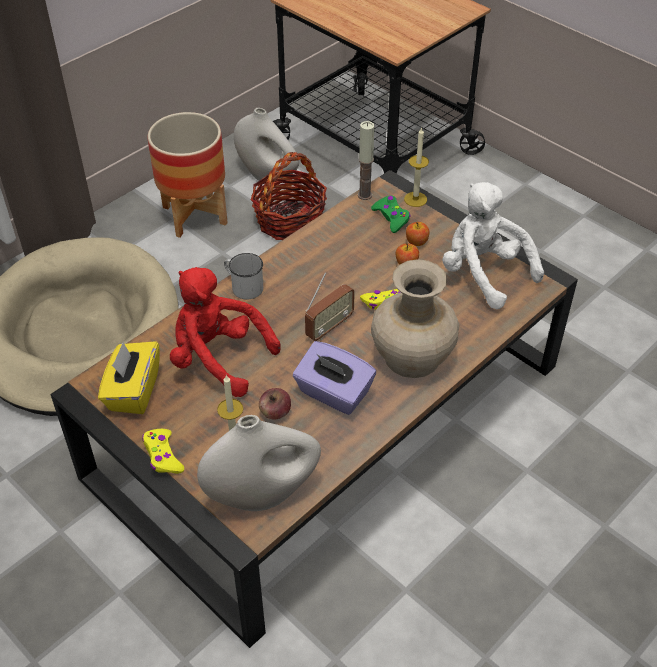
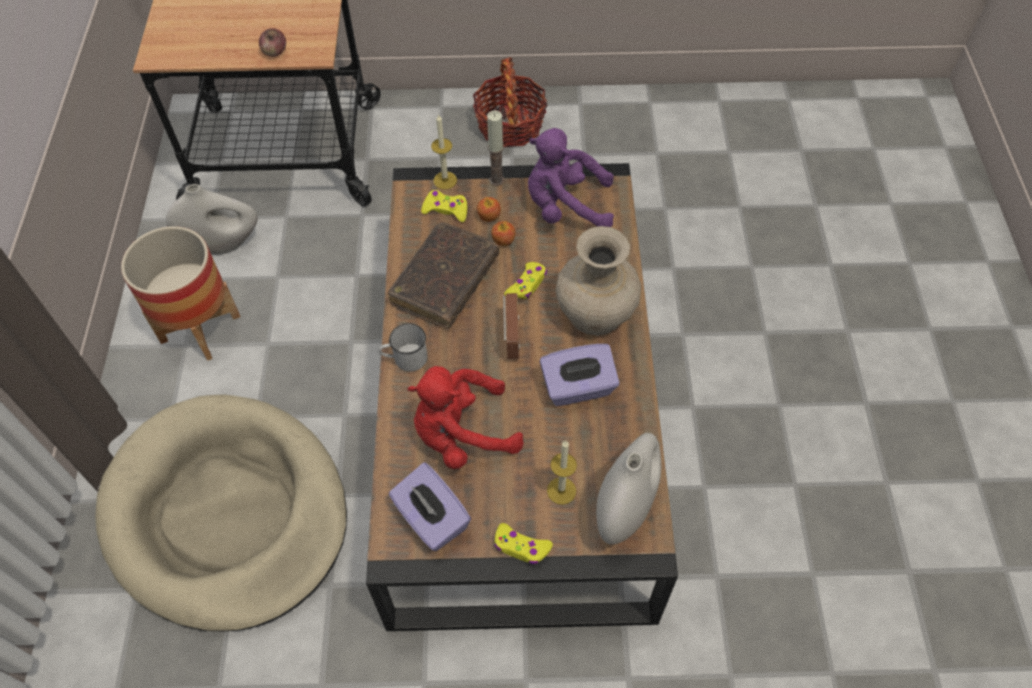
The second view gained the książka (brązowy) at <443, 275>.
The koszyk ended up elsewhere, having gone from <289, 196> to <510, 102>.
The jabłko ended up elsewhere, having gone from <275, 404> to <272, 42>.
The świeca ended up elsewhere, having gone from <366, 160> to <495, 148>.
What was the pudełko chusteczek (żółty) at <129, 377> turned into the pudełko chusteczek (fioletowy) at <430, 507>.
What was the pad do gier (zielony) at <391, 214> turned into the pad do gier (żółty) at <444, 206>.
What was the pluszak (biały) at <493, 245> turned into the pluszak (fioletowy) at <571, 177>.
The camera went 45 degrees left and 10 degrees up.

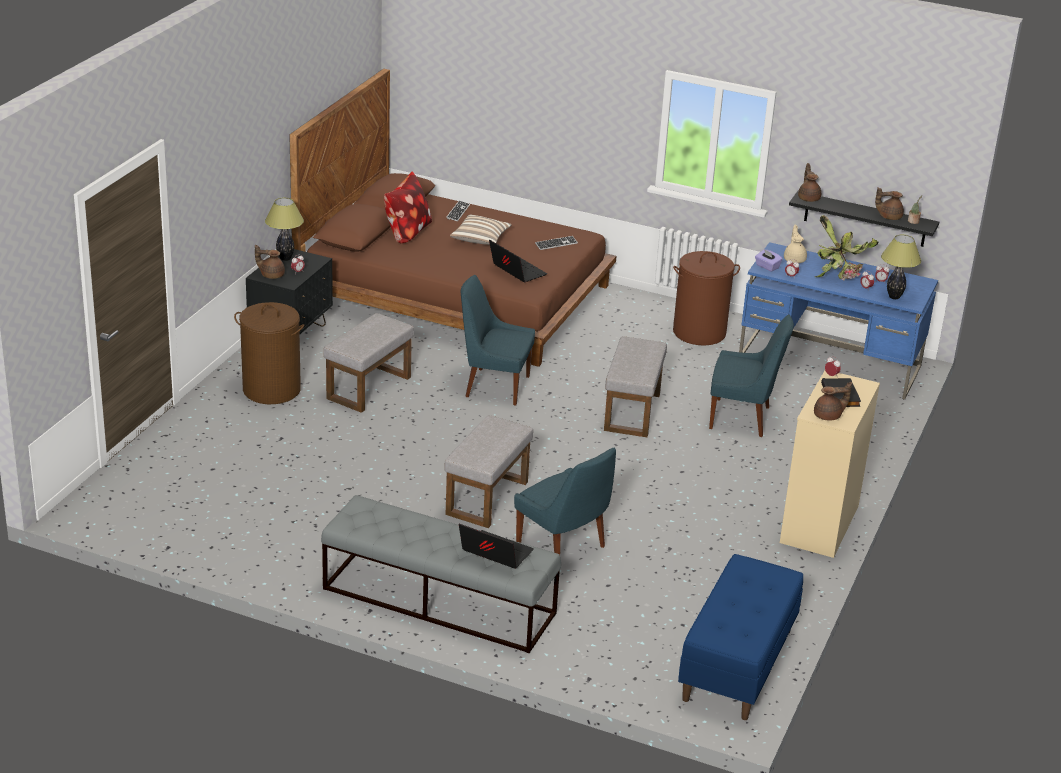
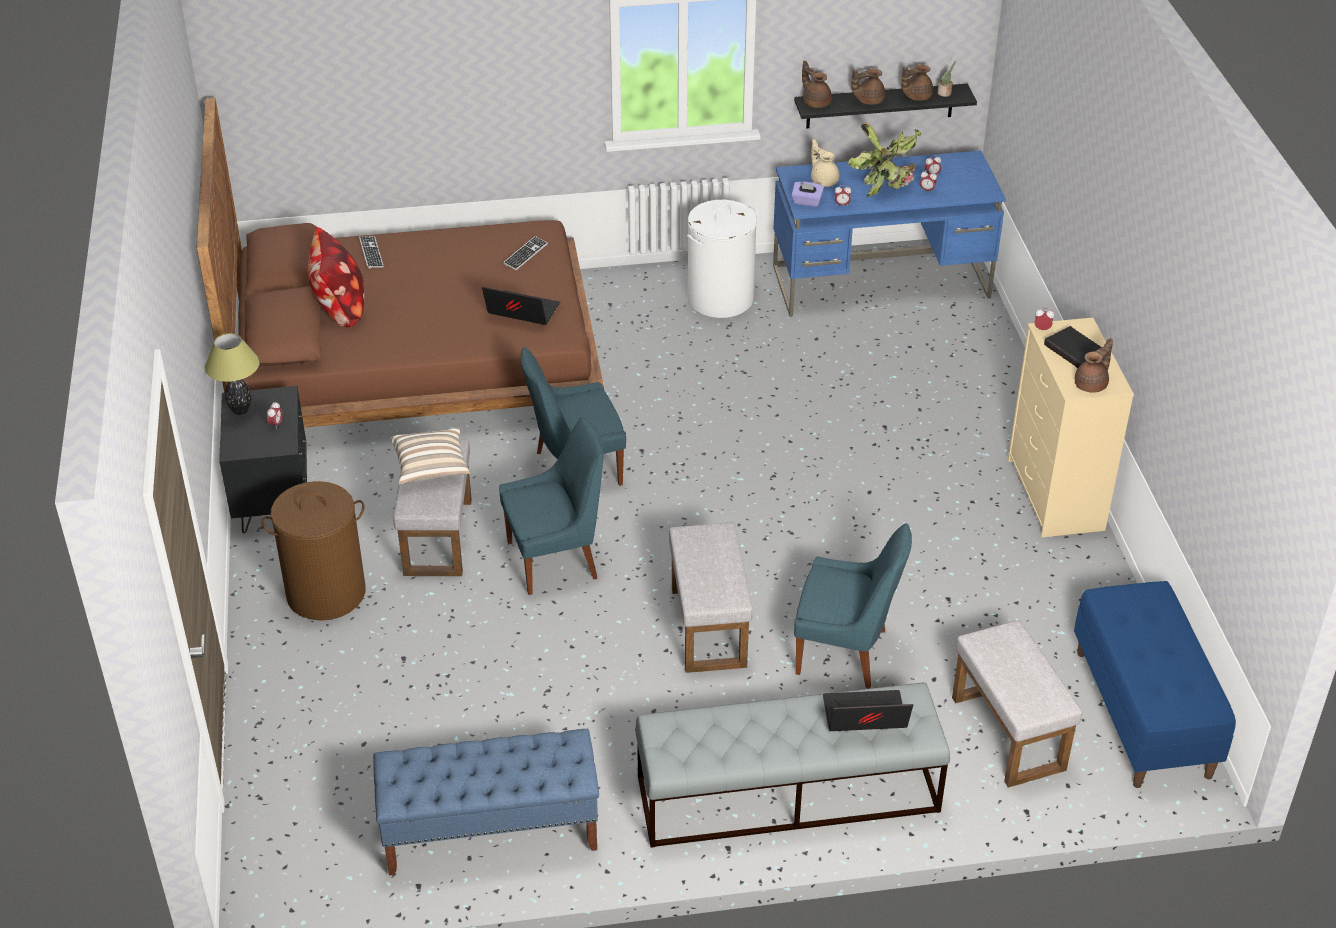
The second view lost the lampa stołowa at <901, 267>.
The second view gained the ławka (niebieski) at <486, 802>.
The imbryk (brązowy) ended up elsewhere, having gone from <270, 262> to <868, 86>.
The poduszka ended up elsewhere, having gone from <481, 230> to <430, 456>.
The pufa (szary) ended up elsewhere, having gone from <635, 386> to <1017, 704>.
The krzesło (niebieski) ended up elsewhere, having gone from <751, 375> to <551, 506>.
What was the kosz na pranie (brązowy) at <706, 298> turned into the kosz na pranie (biały) at <722, 259>.
The camera went 30 degrees left and 10 degrees up.

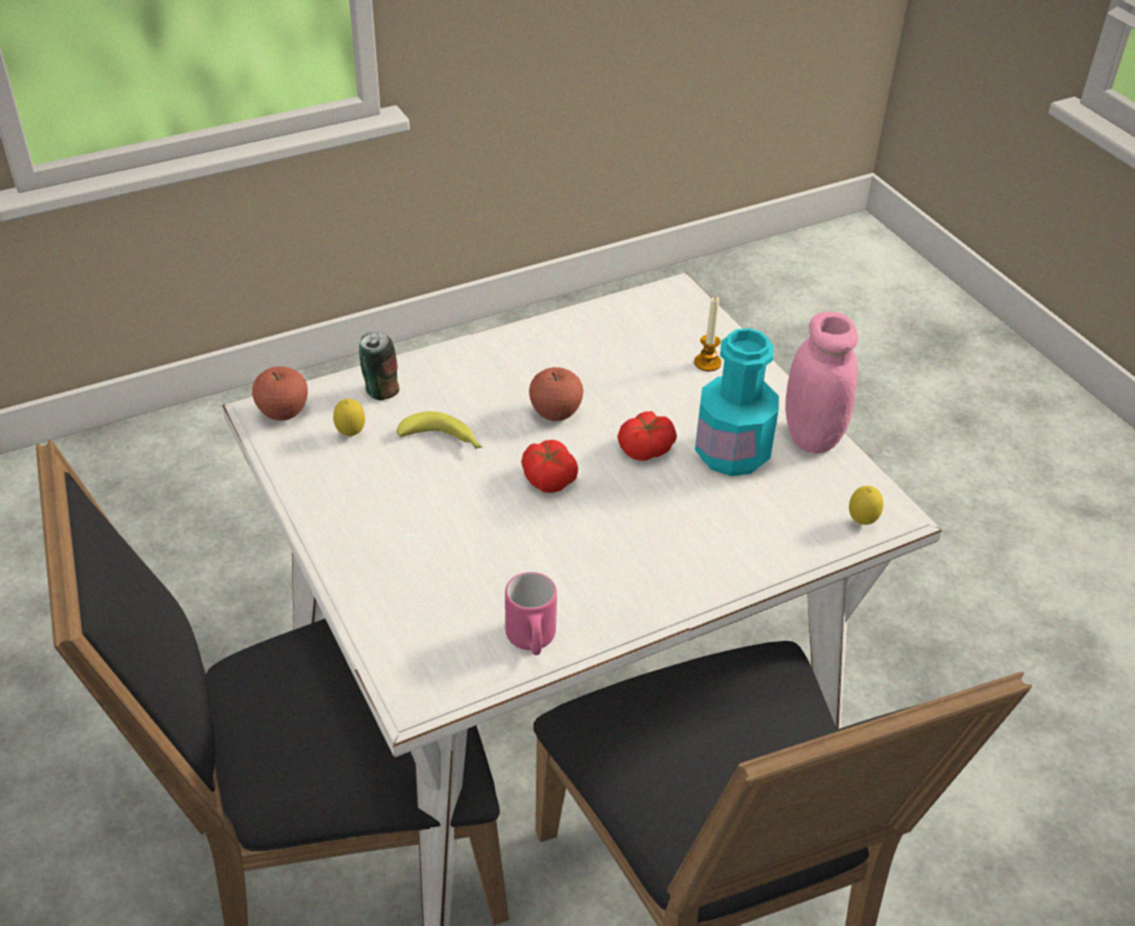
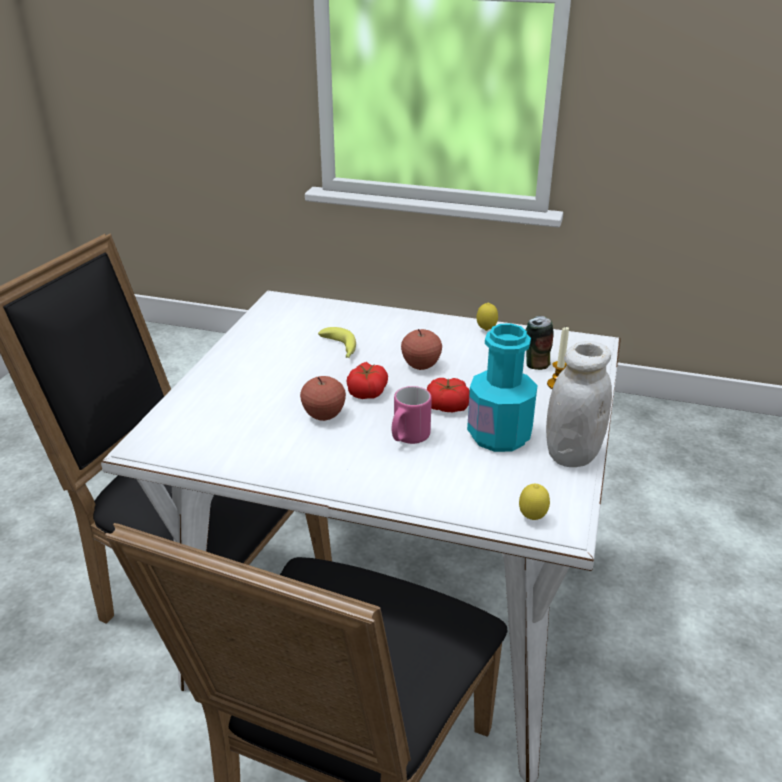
The jabłko ended up elsewhere, having gone from <280, 393> to <323, 398>.
The cytryna ended up elsewhere, having gone from <349, 417> to <487, 317>.
The puszka ended up elsewhere, having gone from <379, 365> to <540, 343>.
The kubek (różowy) ended up elsewhere, having gone from <531, 613> to <411, 415>.
What was the słoik (różowy) at <821, 382> turned into the słoik (biały) at <579, 404>.
The camera went 45 degrees right and 10 degrees down.

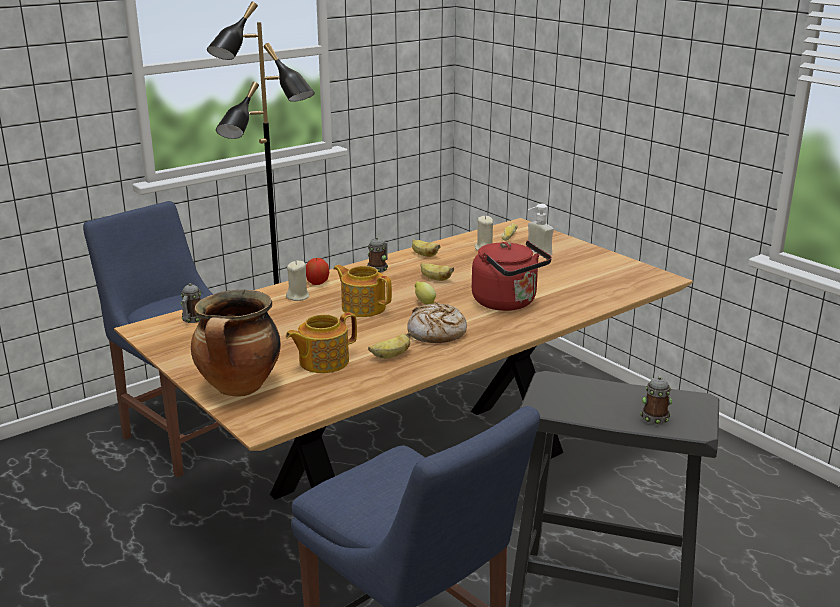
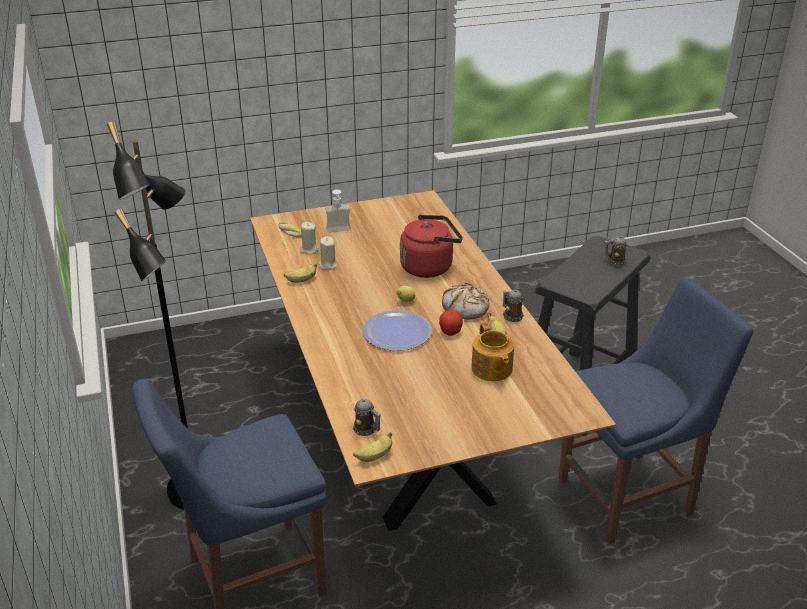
The second view lost the garnek at <236, 343>.
The świeca (beżowy) ended up elsewhere, having gone from <297, 281> to <328, 253>.
The jabłko ended up elsewhere, having gone from <317, 271> to <451, 323>.
The kubek ended up elsewhere, having gone from <377, 255> to <513, 306>.
The banan ended up elsewhere, having gone from <437, 272> to <372, 447>.
Where the imbryk stood at <363, 291>, the talerz came to stand at <397, 330>.
The camera went 70 degrees left and 10 degrees up.

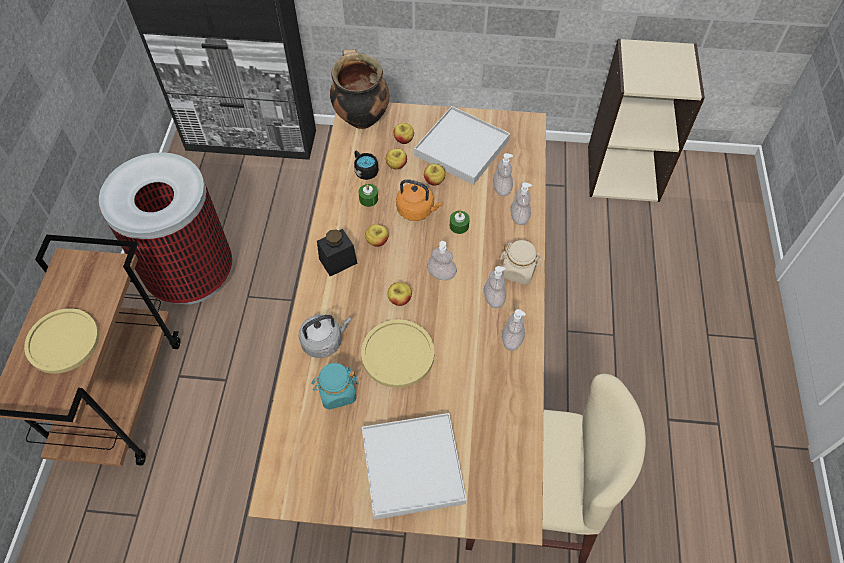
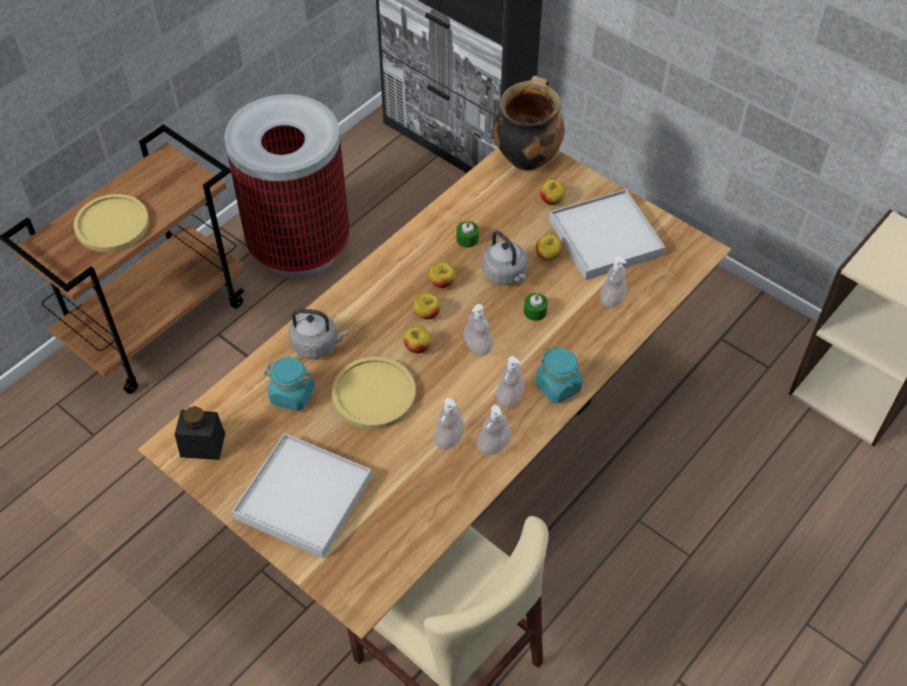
The second view lost the kubek (czarny) at <366, 165>.
The słoik (czarny) ended up elsewhere, having gone from <337, 252> to <200, 433>.
The jabłko ended up elsewhere, having gone from <396, 159> to <427, 306>.
The dozownik mydła ended up elsewhere, having gone from <521, 203> to <449, 424>.
What was the czajnik (pomarańczowy) at <419, 200> turned into the czajnik (szary) at <504, 258>.
What was the słoik (beżowy) at <521, 262> turned into the słoik (turkusowy) at <559, 375>.
The camera went 35 degrees right and 5 degrees down.

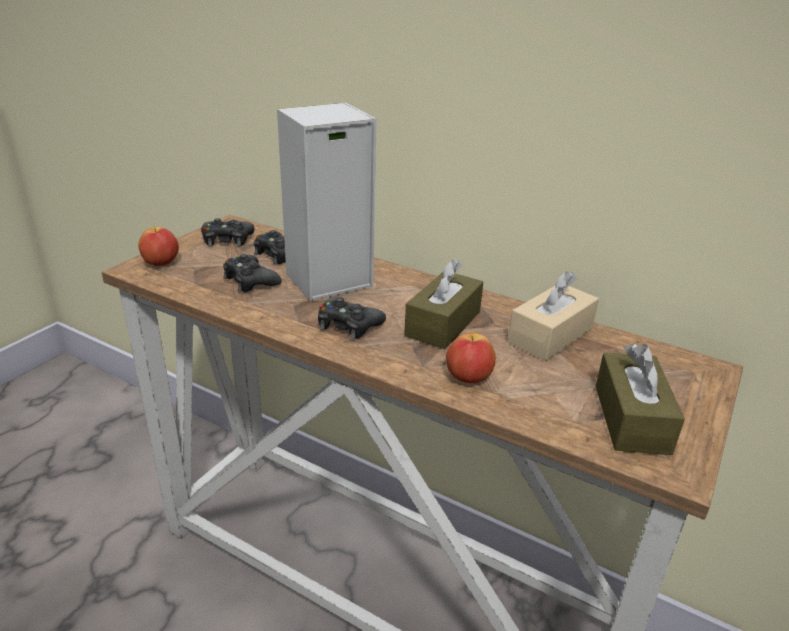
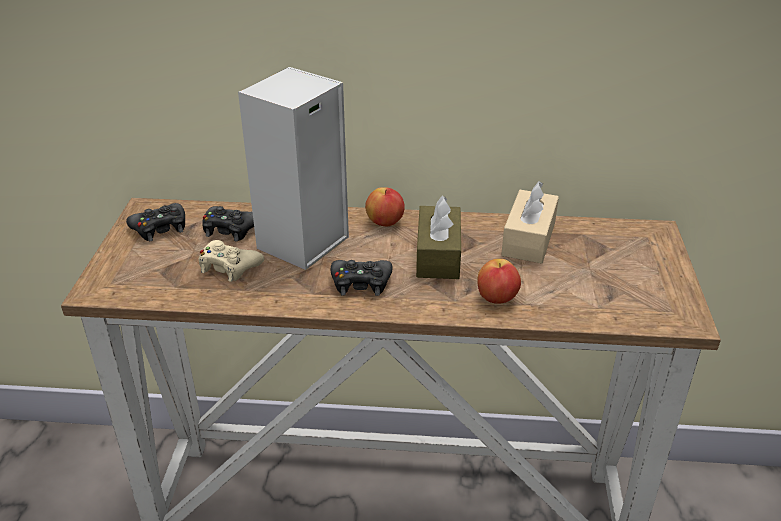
The second view lost the pudełko chusteczek (brązowy) at <640, 399>.
The jabłko ended up elsewhere, having gone from <158, 246> to <385, 206>.
What was the pad do gier (czarny) at <252, 273> turned into the pad do gier (beżowy) at <231, 261>.
The camera went 25 degrees left and 5 degrees up.

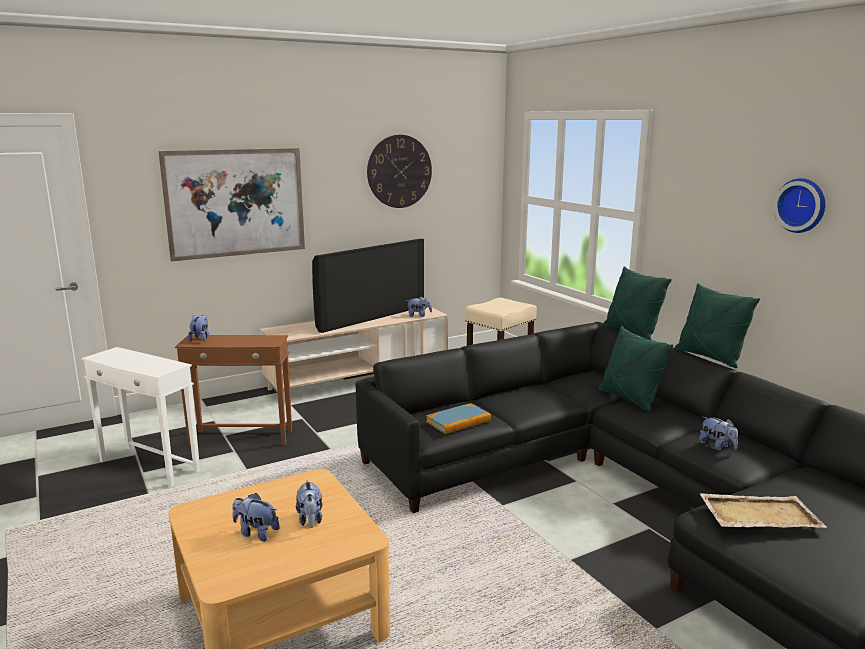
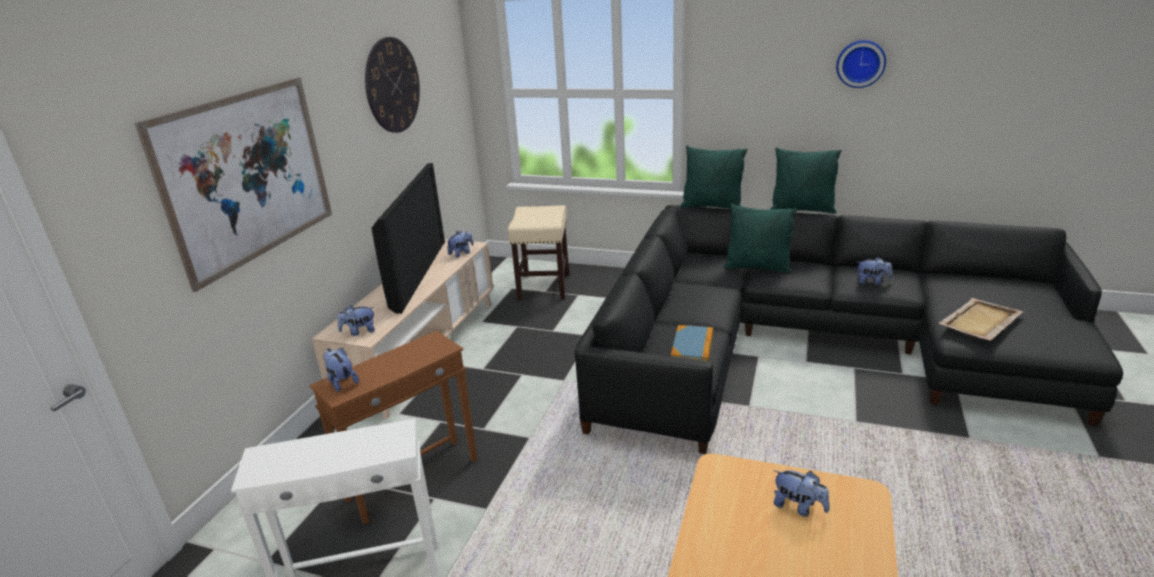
The pluszak ended up elsewhere, having gone from <256, 517> to <356, 320>.
The camera went 40 degrees left and 10 degrees up.

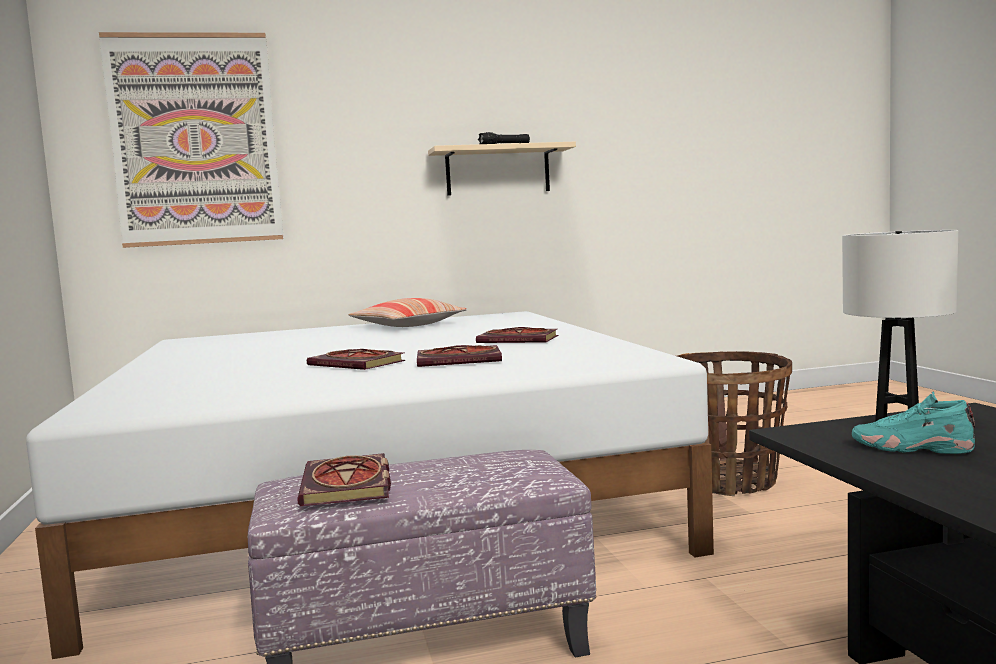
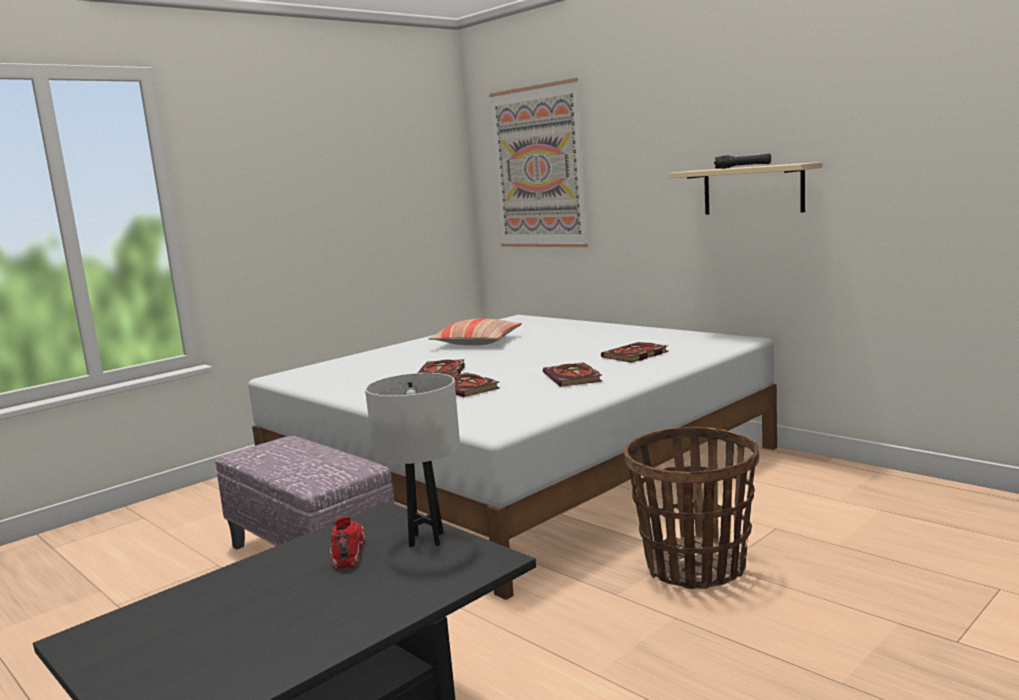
The książka ended up elsewhere, having gone from <344, 479> to <634, 352>.
The poduszka ended up elsewhere, having gone from <407, 312> to <475, 331>.
What was the but (turkusowy) at <913, 423> turned into the but (czerwony) at <347, 542>.
The camera went 60 degrees right and 5 degrees up.

